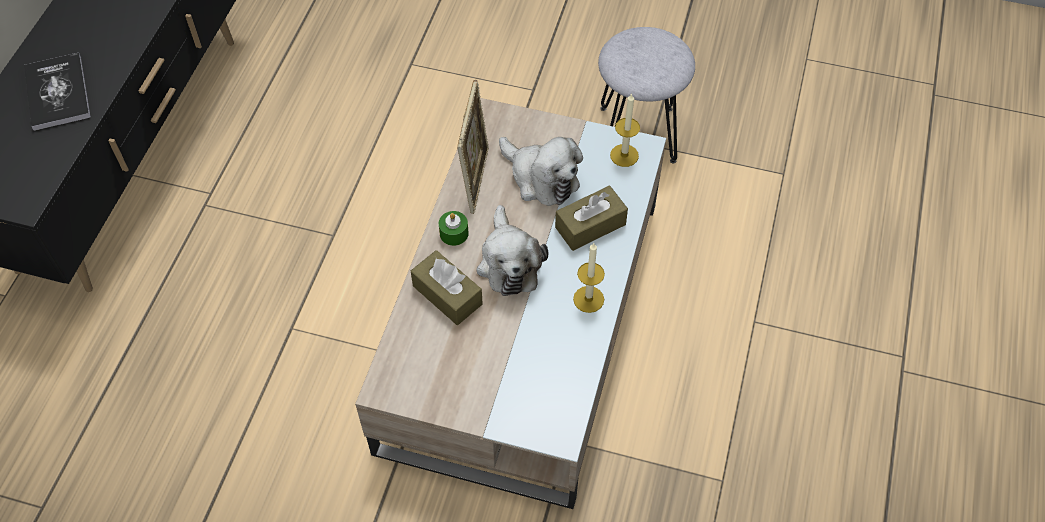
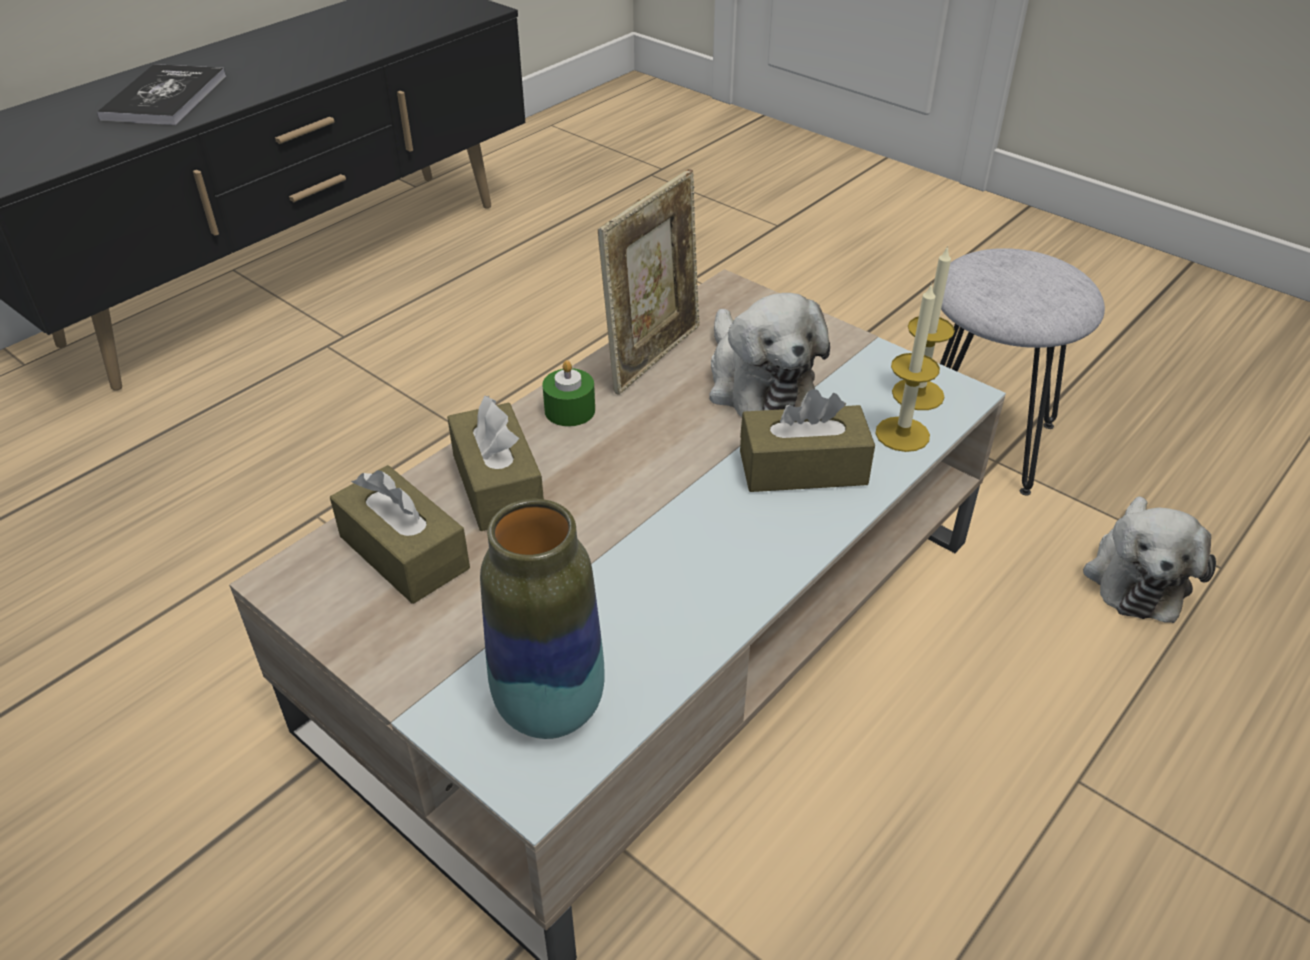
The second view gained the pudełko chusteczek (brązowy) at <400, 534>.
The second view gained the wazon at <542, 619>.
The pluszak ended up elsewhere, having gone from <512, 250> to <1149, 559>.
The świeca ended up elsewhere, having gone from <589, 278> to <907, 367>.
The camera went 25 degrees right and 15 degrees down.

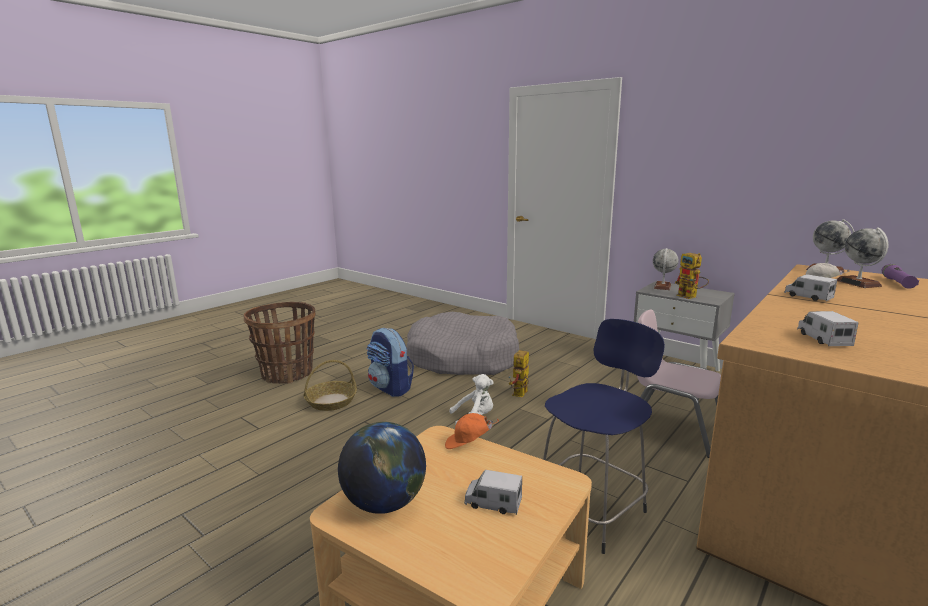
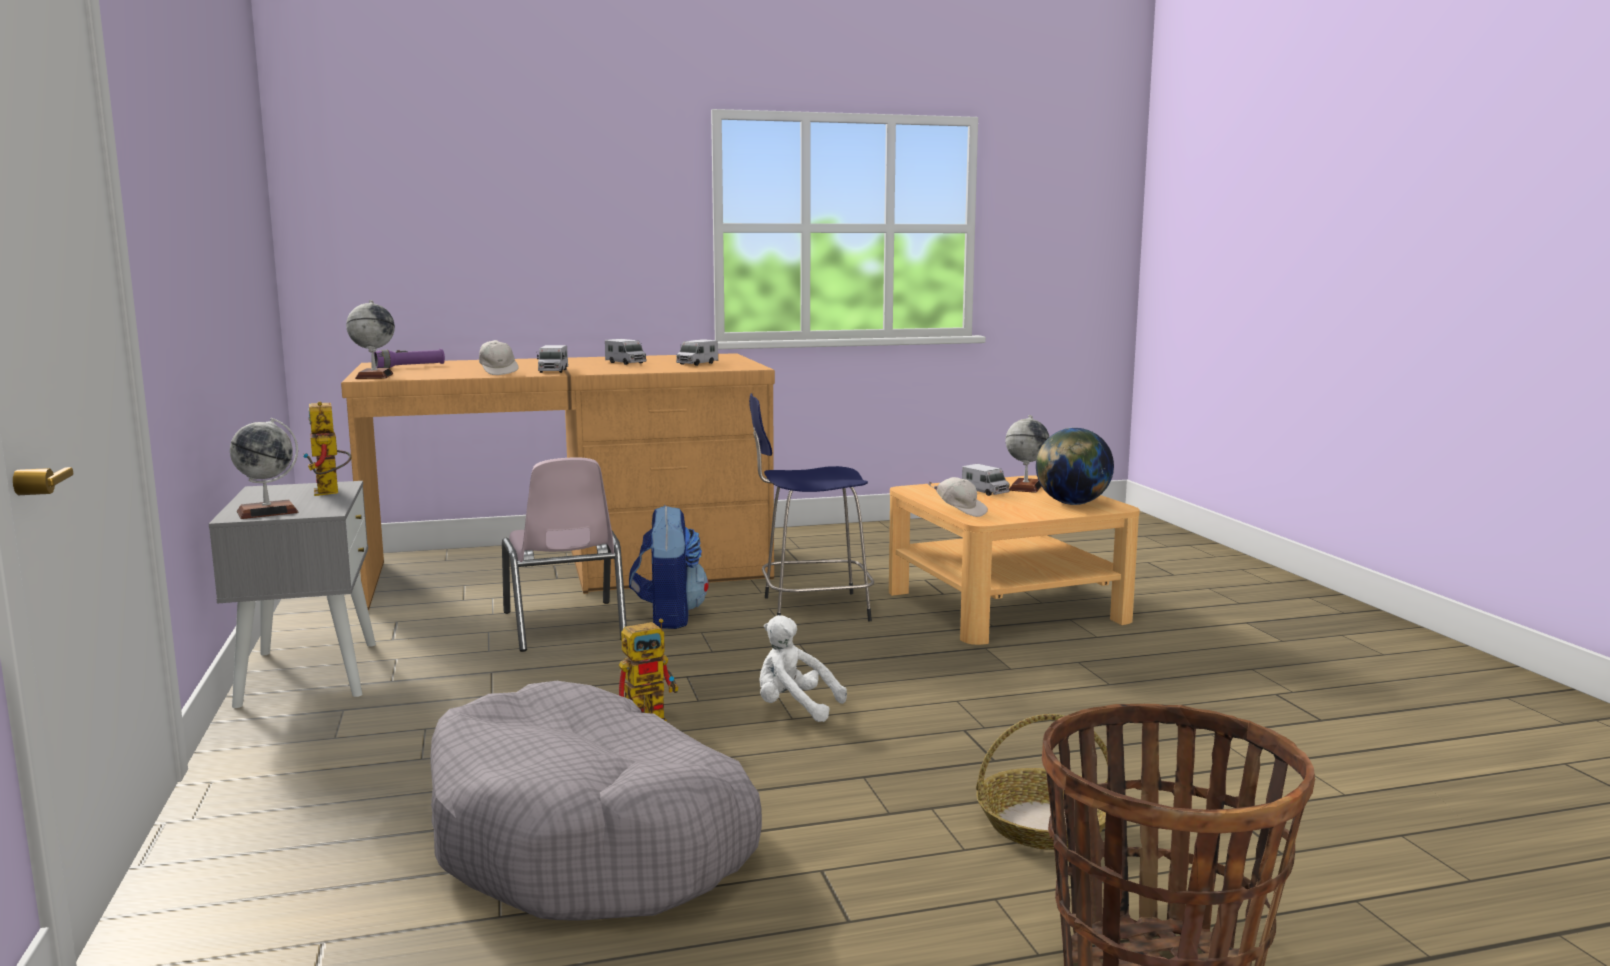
The second view gained the ciężarówka zabawkowa at <626, 352>.
The plecak ended up elsewhere, having gone from <390, 362> to <669, 567>.
The globus ended up elsewhere, having gone from <863, 257> to <1027, 454>.
What was the czapka z daszkiem (pomarańczowy) at <472, 431> turned into the czapka z daszkiem (biały) at <958, 497>.
The robot zabawkowy at <692, 276> ended up facing another way, 150 degrees clockwise from before.
The camera went 145 degrees left and 5 degrees down.

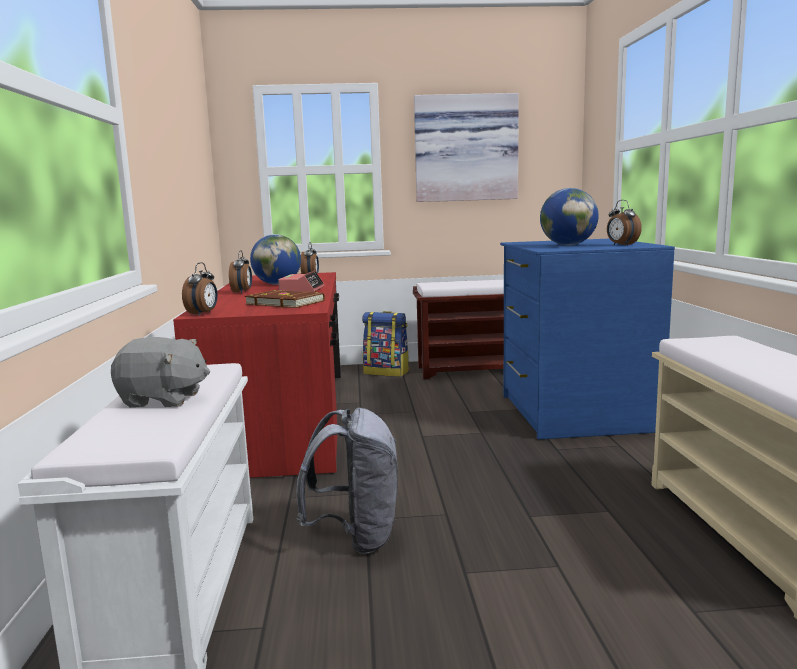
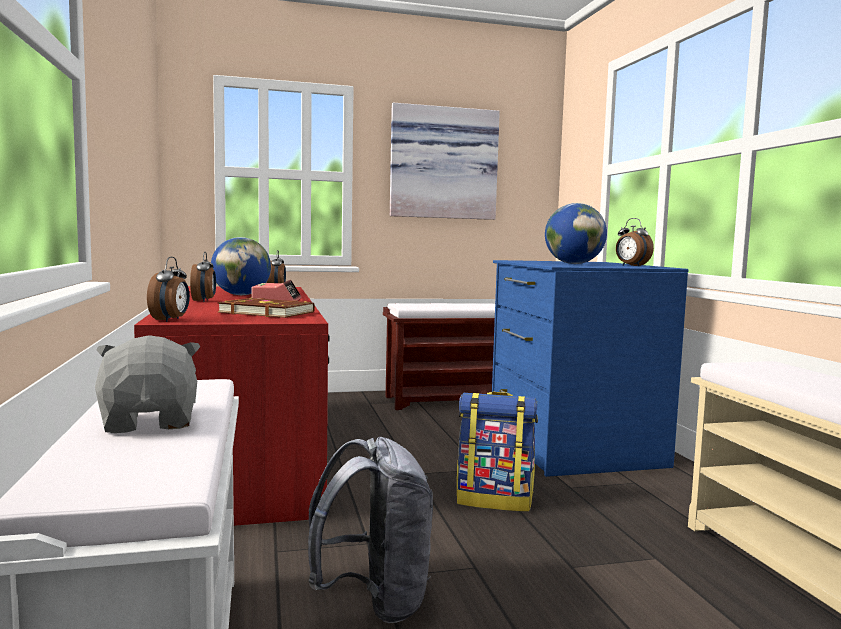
The plecak ended up elsewhere, having gone from <386, 344> to <497, 452>.
The pluszak (szary) at <160, 372> ended up facing another way, 105 degrees counterclockwise from before.
The camera went 10 degrees left and 5 degrees down.

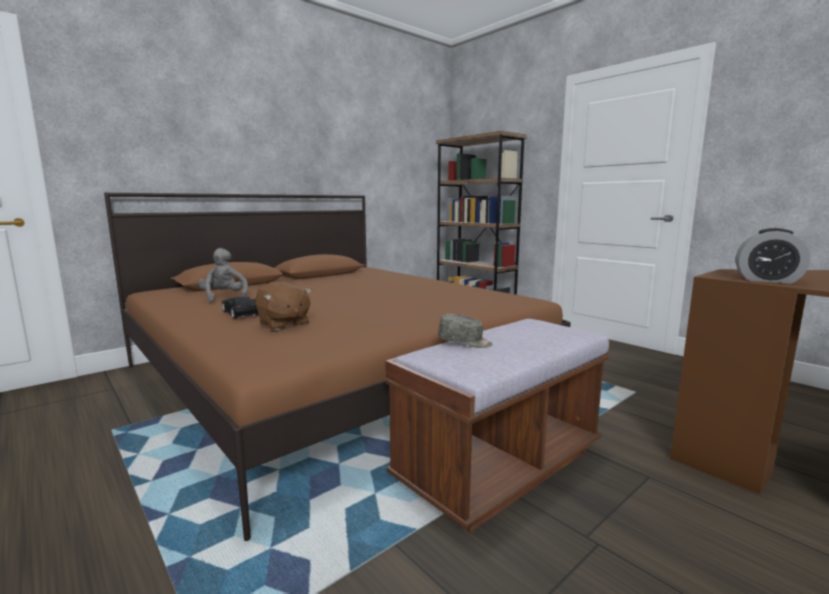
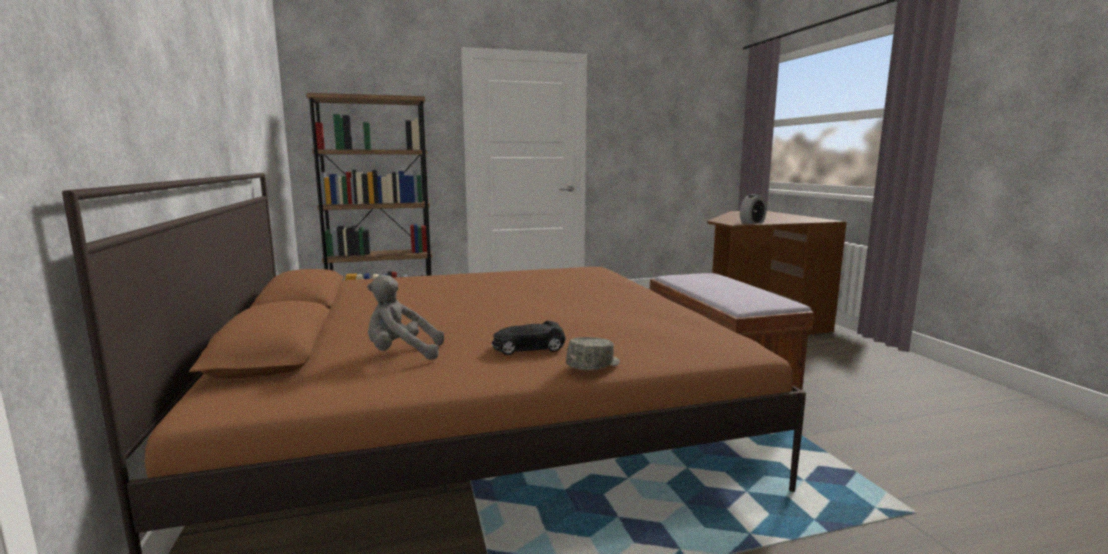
The second view lost the pluszak (brązowy) at <283, 306>.
The czapka z daszkiem (szary) ended up elsewhere, having gone from <465, 331> to <593, 353>.
The camera went 65 degrees left and 0 degrees up.

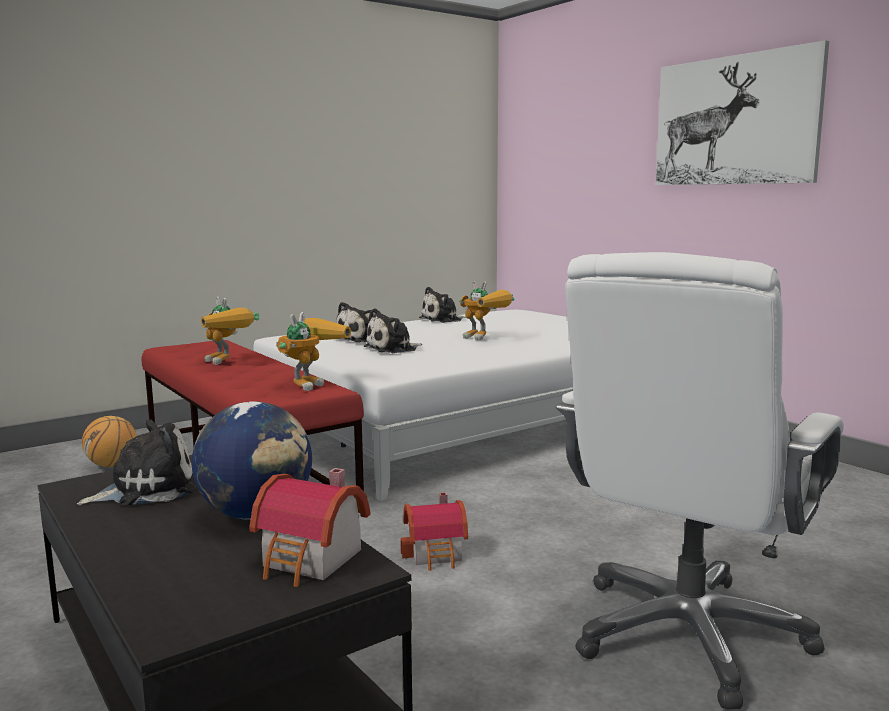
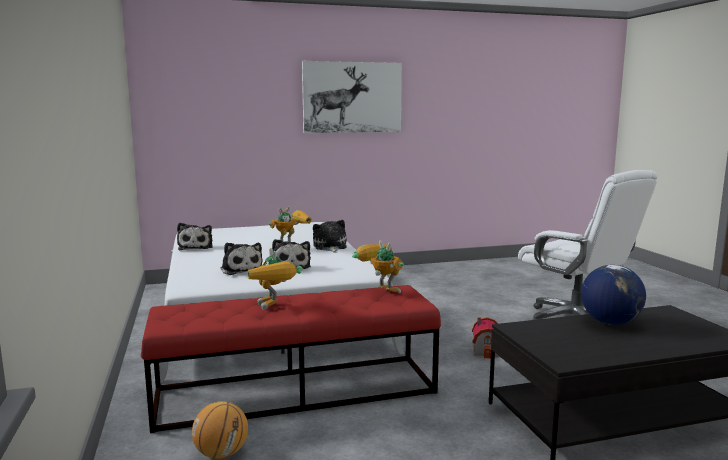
The second view lost the domek at <309, 527>.
The pluszak ended up elsewhere, having gone from <136, 462> to <330, 236>.
The robot zabawkowy at <230, 331> ended up facing another way, 90 degrees clockwise from before.
The camera went 70 degrees left and 0 degrees up.

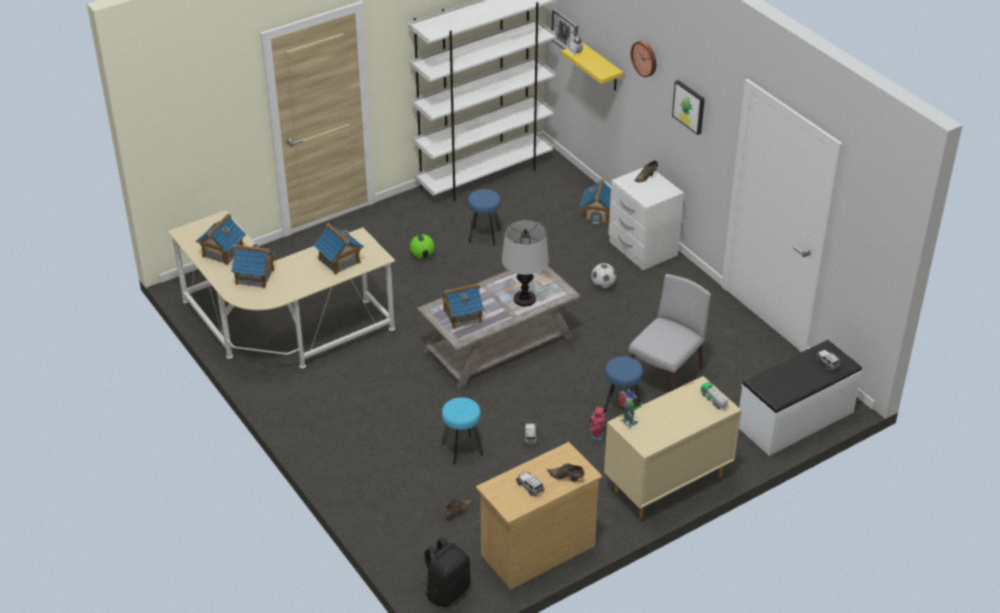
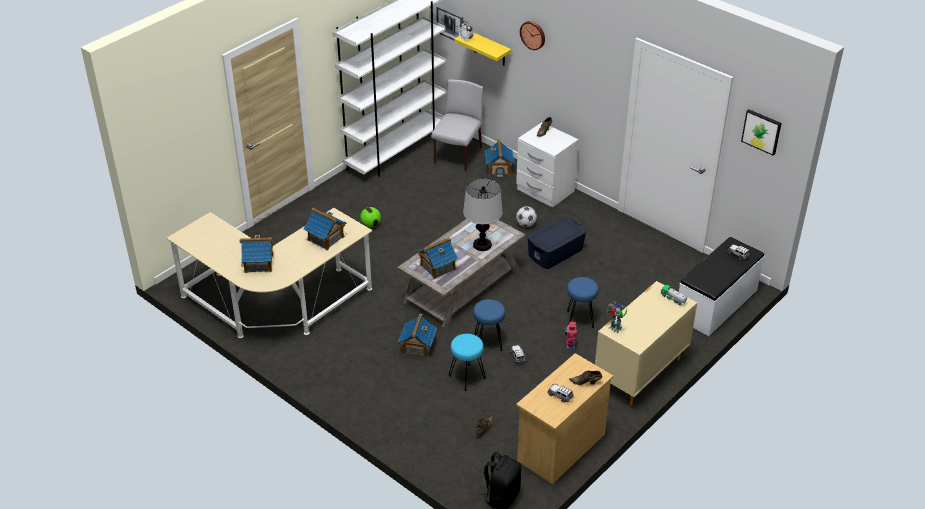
The second view gained the pojemnik do przechowywania (niebieski) at <557, 242>.
The domek ended up elsewhere, having gone from <221, 239> to <417, 336>.
The stołek (niebieski) ended up elsewhere, having gone from <484, 217> to <489, 325>.
The krzesło (szary) ended up elsewhere, having gone from <669, 333> to <457, 126>.
The obraz ended up elsewhere, having gone from <688, 107> to <761, 132>.
The camera went 15 degrees left and 0 degrees up.

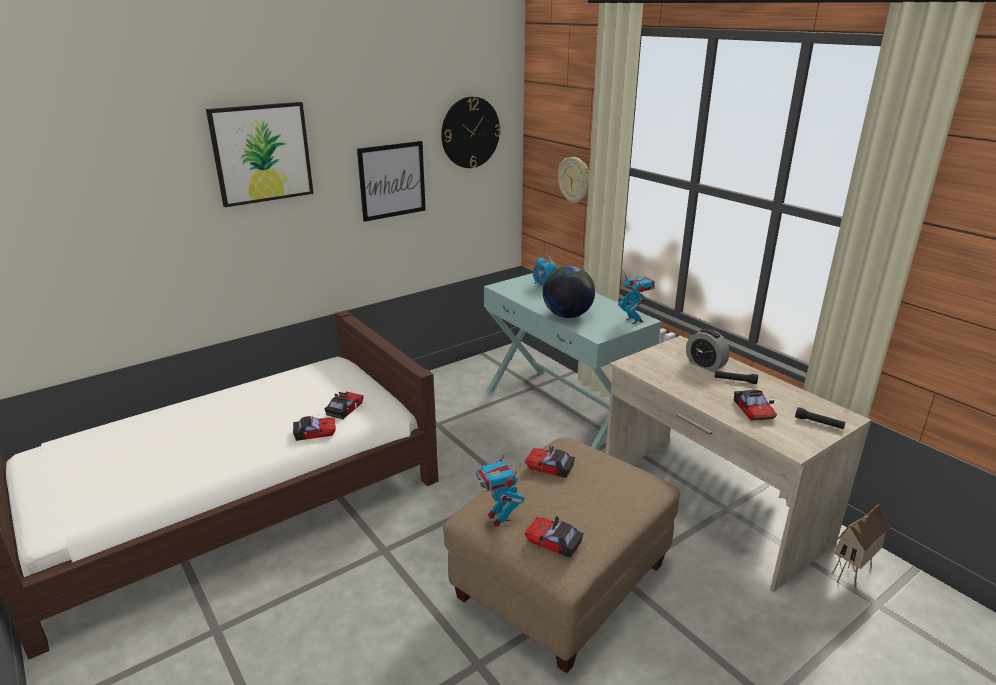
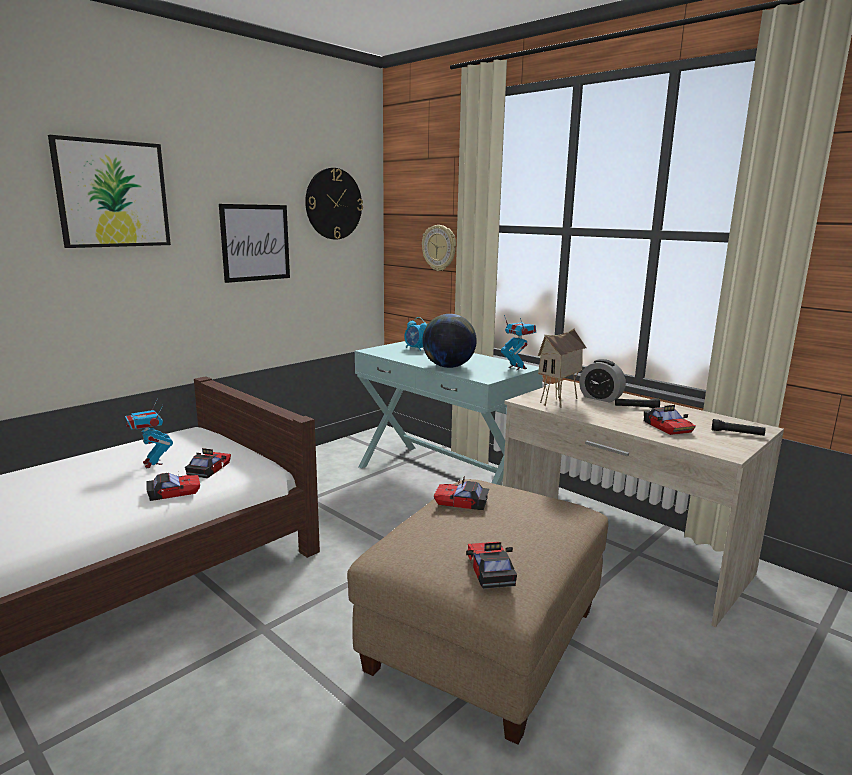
The robot zabawkowy ended up elsewhere, having gone from <499, 487> to <149, 433>.
The domek ended up elsewhere, having gone from <861, 546> to <562, 367>.
The samochodzik at <554, 536> ended up facing another way, 60 degrees clockwise from before.
The camera went 10 degrees left and 10 degrees down.

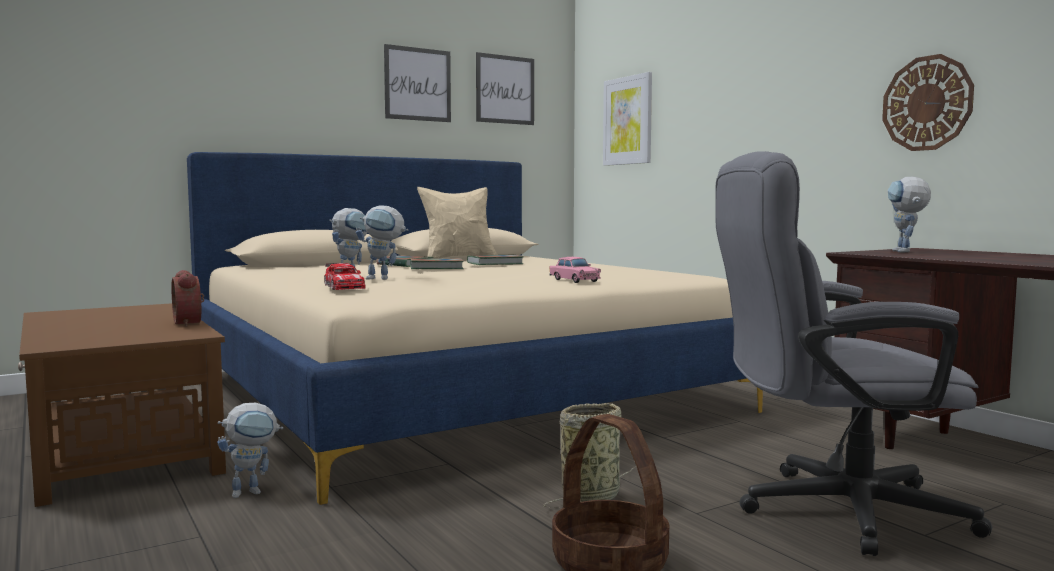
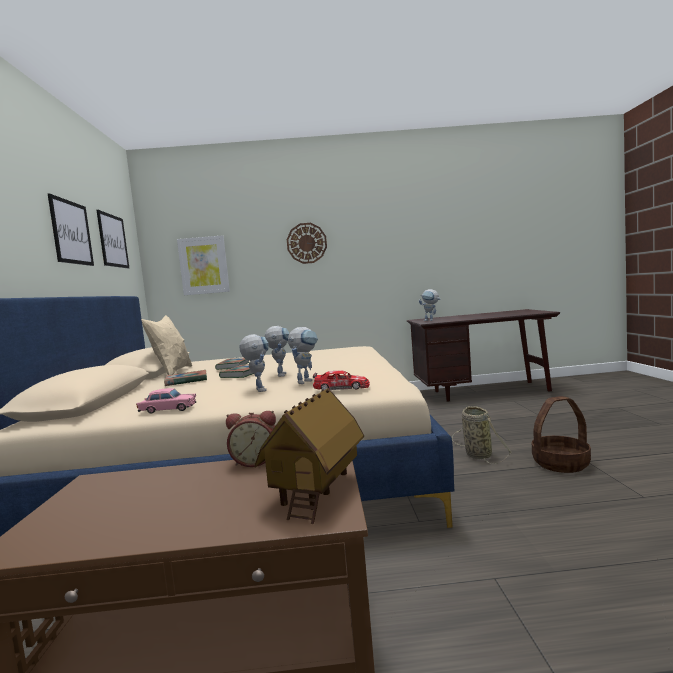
The second view lost the krzesło biurowe (szary) at <853, 353>.
The second view gained the domek at <309, 456>.
The robot zabawkowy ended up elsewhere, having gone from <250, 450> to <277, 351>.
The samochodzik (różowy) ended up elsewhere, having gone from <575, 270> to <166, 401>.
The zegar ścienny ended up elsewhere, having gone from <928, 102> to <307, 243>.
The camera went 60 degrees left and 0 degrees up.

